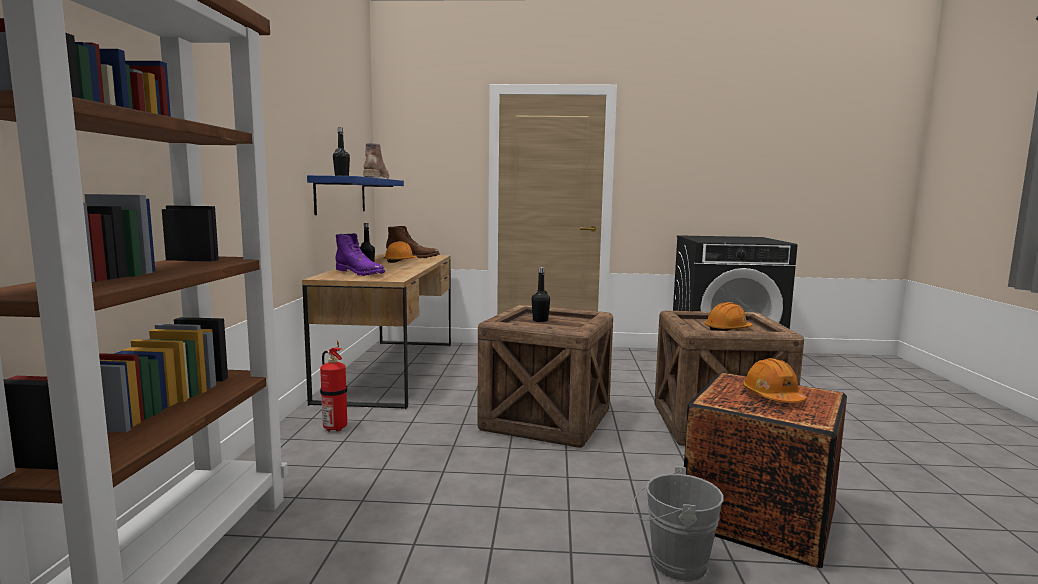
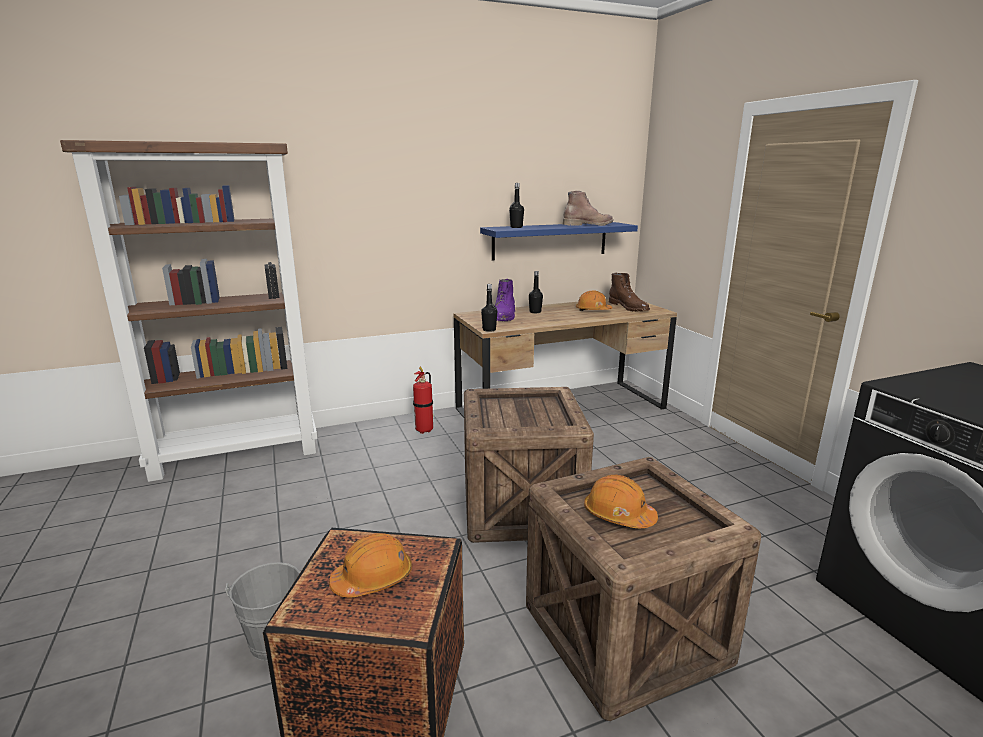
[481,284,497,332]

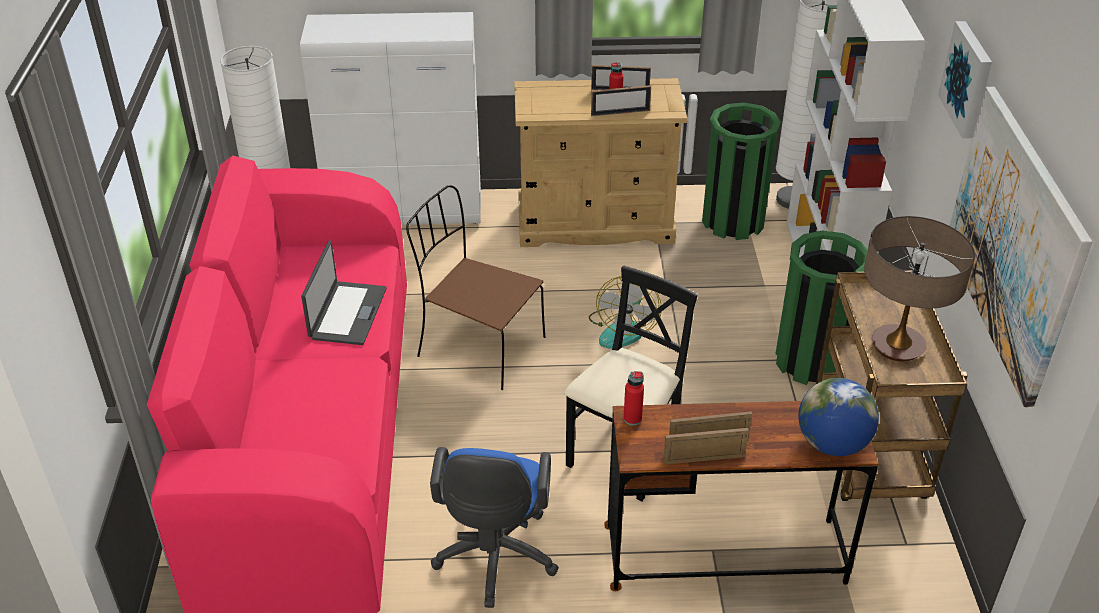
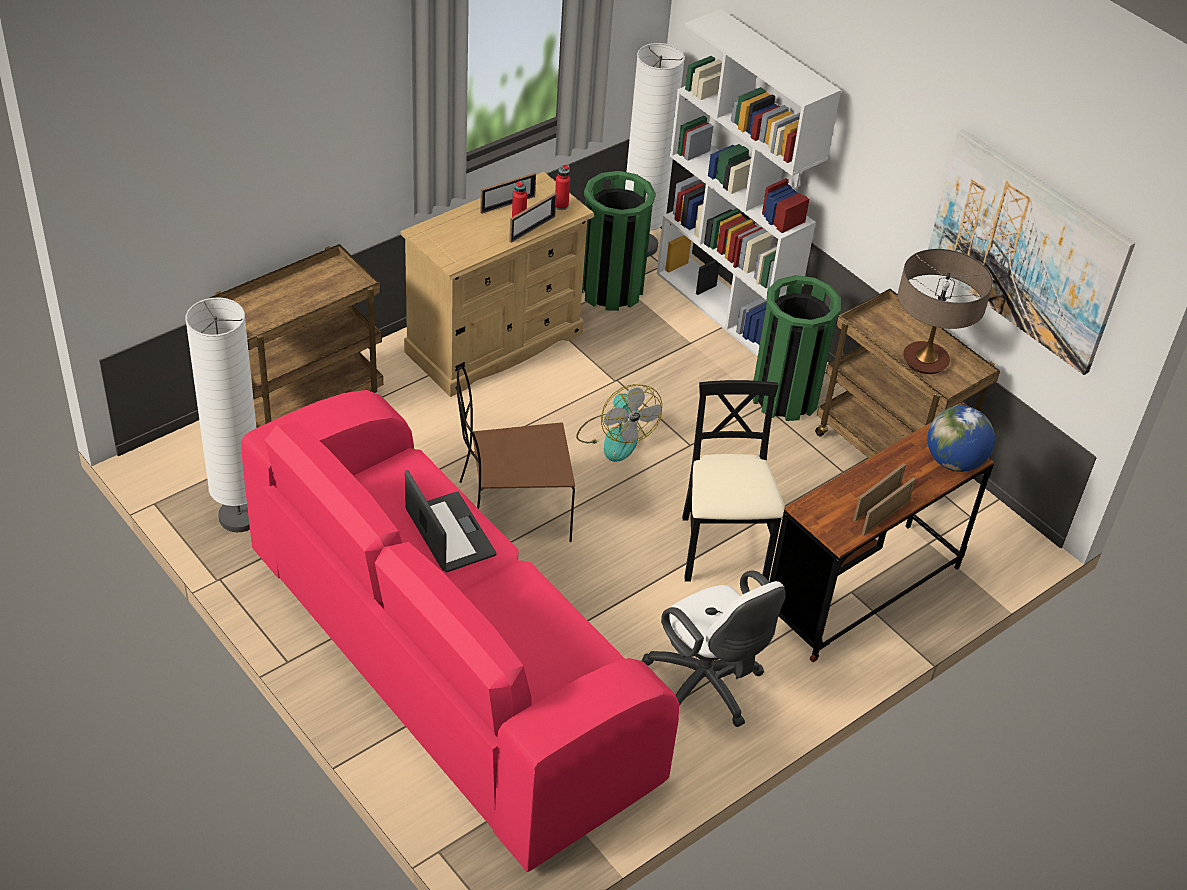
[210,244,383,428]
[555,164,570,210]
[642,571,786,727]
[938,21,992,138] (first image)

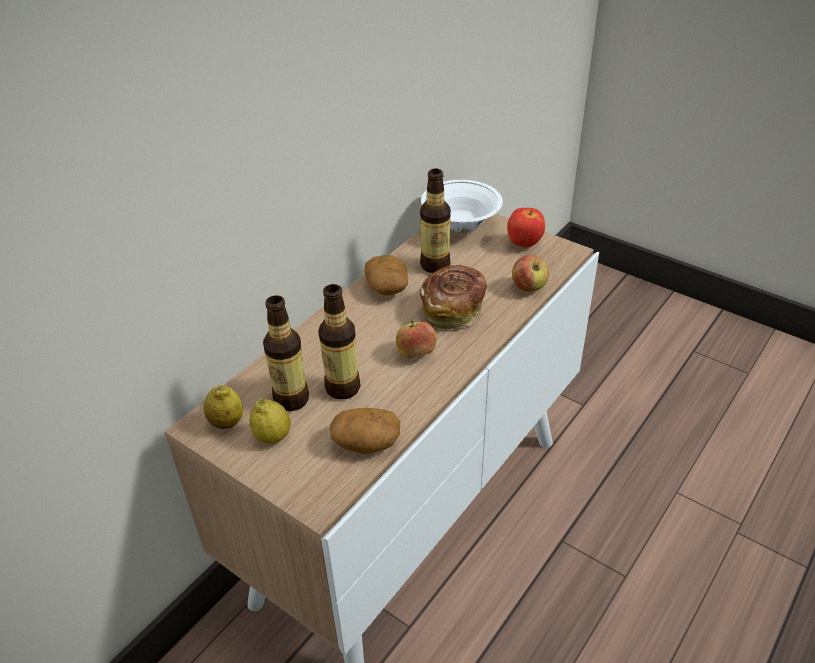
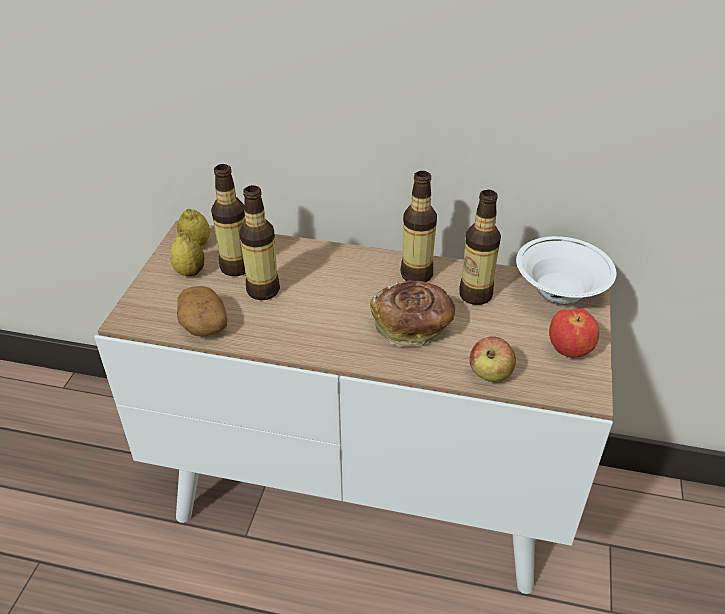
[400,171,437,282]
[396,320,437,358] (first image)

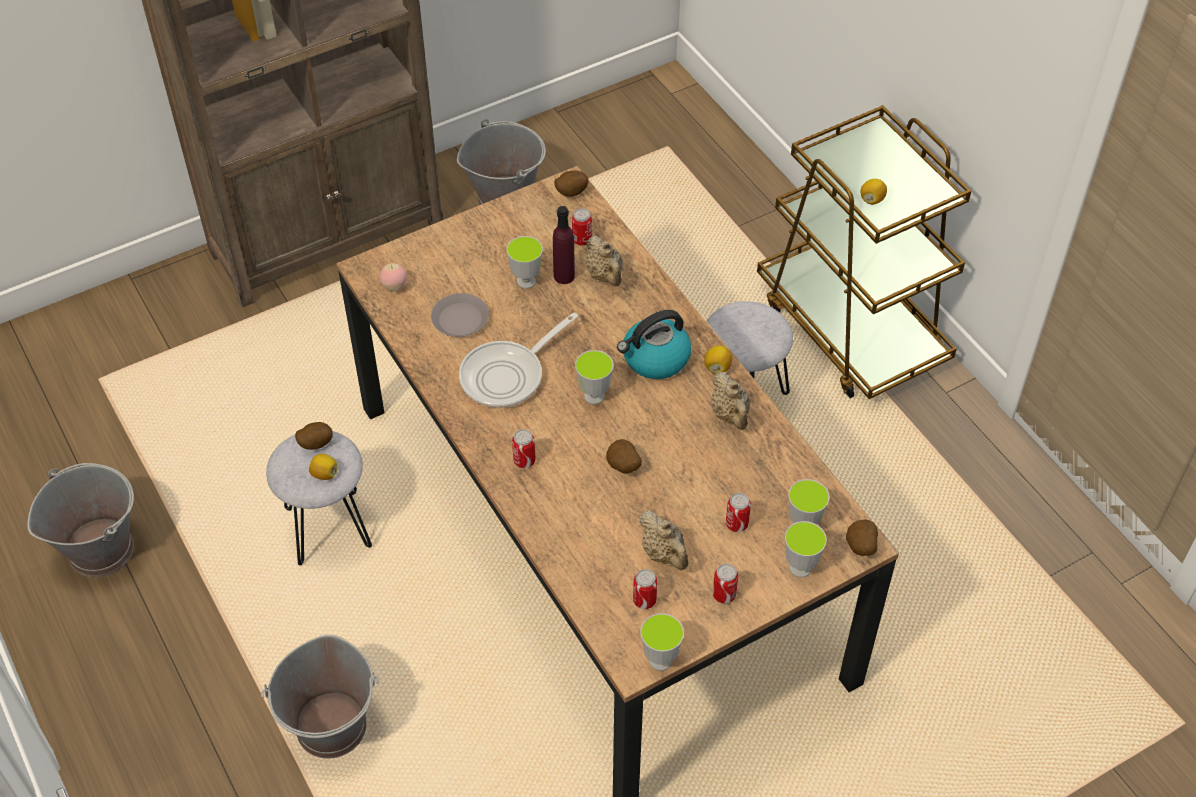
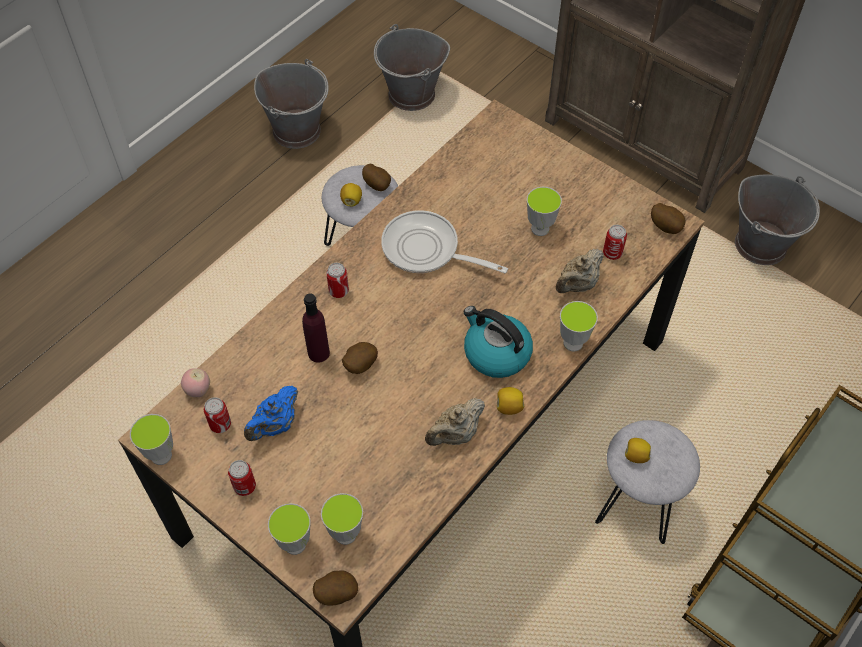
[181,368,210,397]
[244,386,298,441]
[302,294,330,363]
[374,24,450,111]
[560,301,598,352]
[625,438,651,463]
[431,293,489,337] (first image)
[726,493,751,532] (first image)

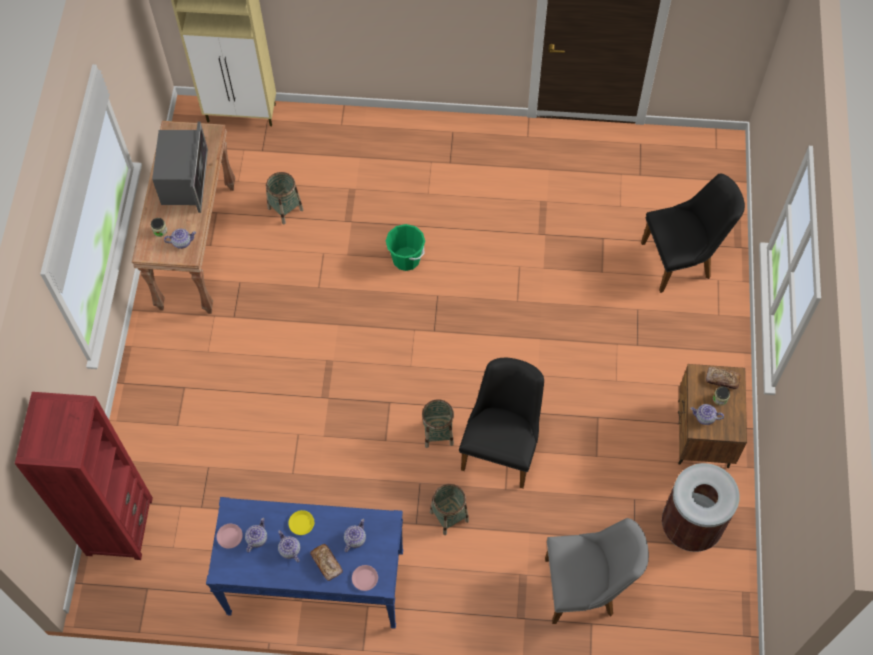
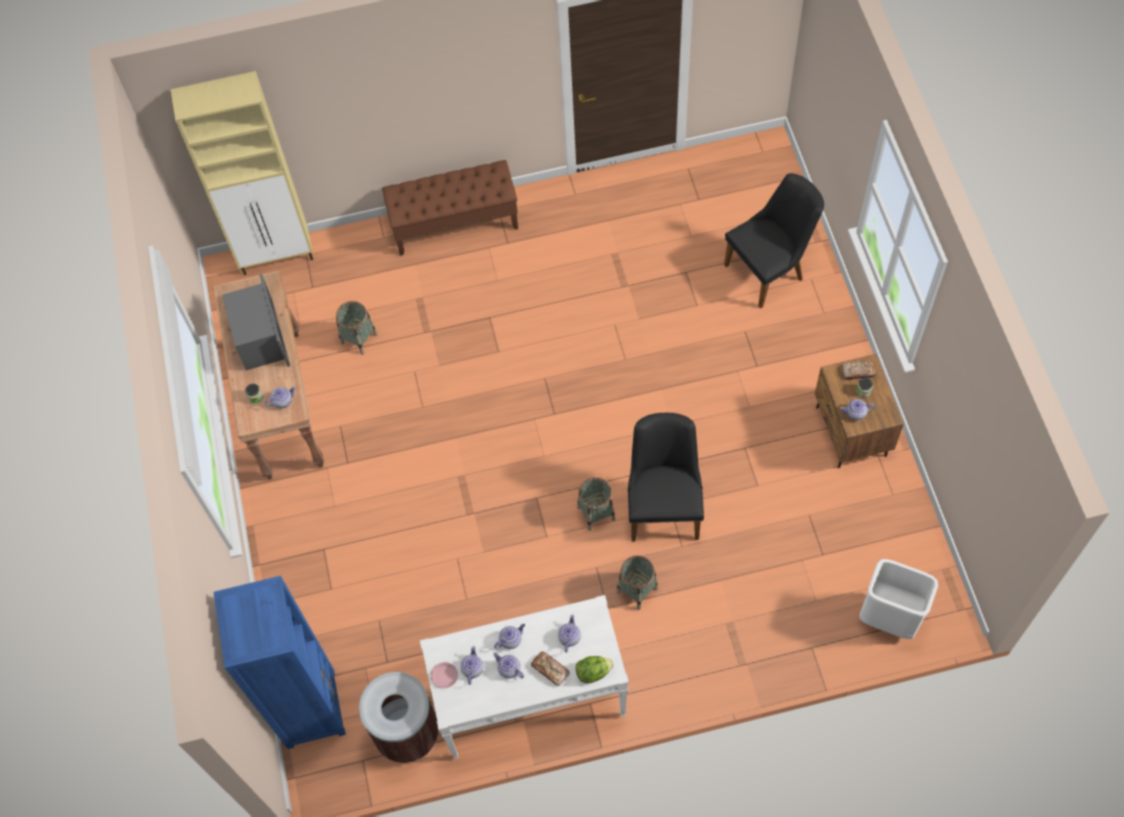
[213,576,346,749]
[359,672,439,763]
[382,160,518,256]
[420,595,629,759]
[494,624,525,649]
[576,656,614,683]
[859,559,938,639]
[386,224,425,271] (first image)
[545,518,649,624] (first image)

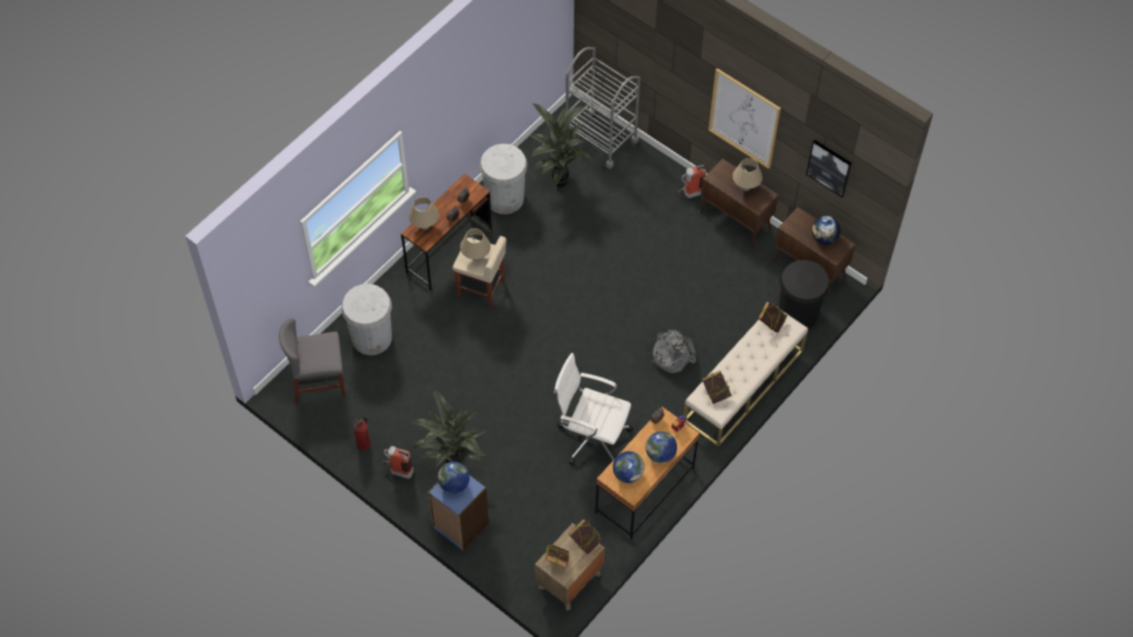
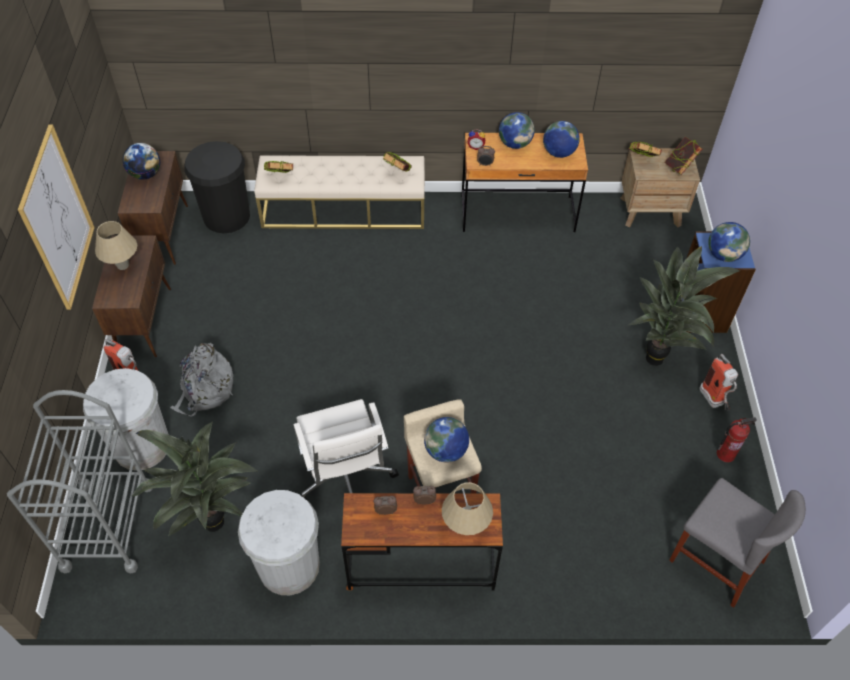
[83,368,169,471]
[170,343,233,417]
[293,399,399,500]
[424,417,469,463]
[806,140,852,197] (first image)

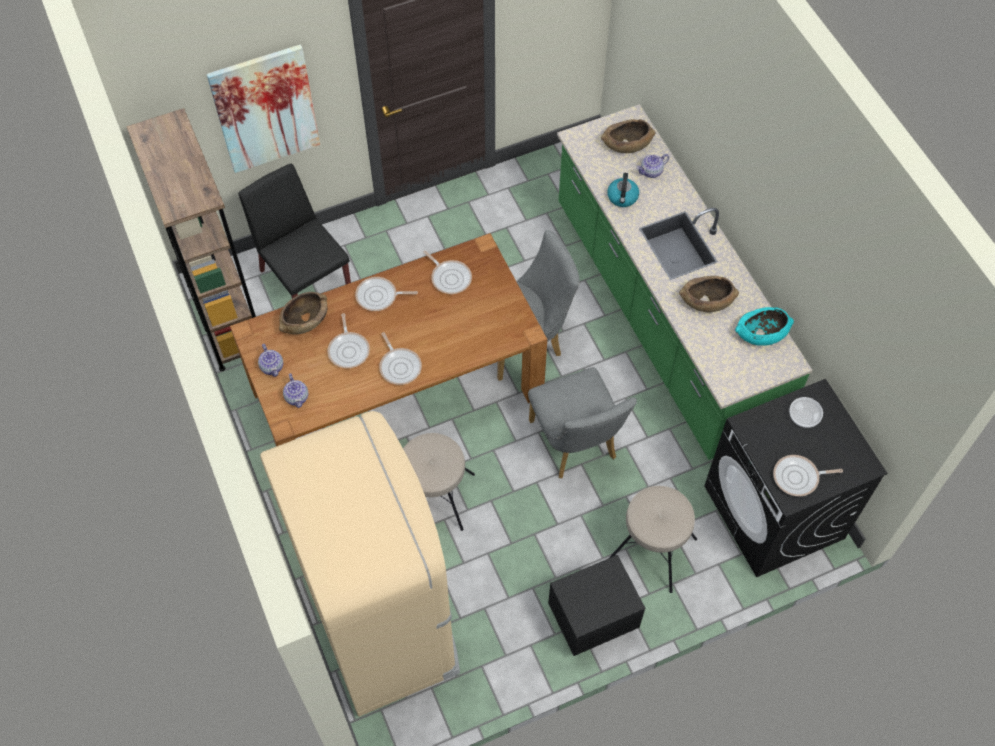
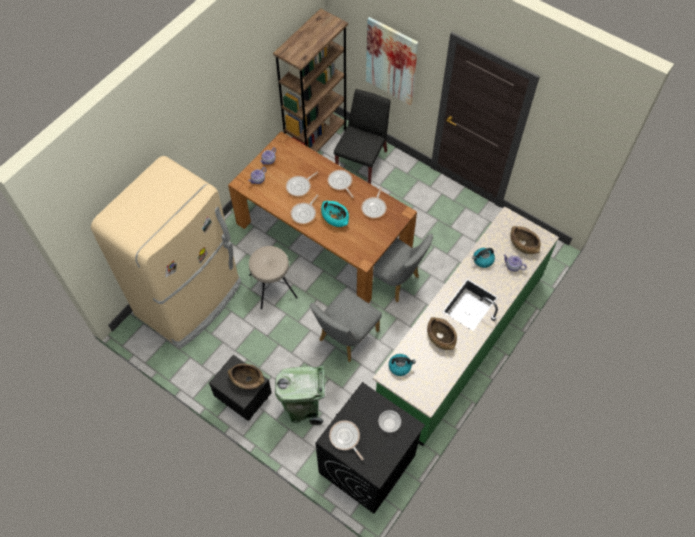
[228,364,265,390]
[275,365,325,425]
[321,201,349,227]
[389,354,416,376]

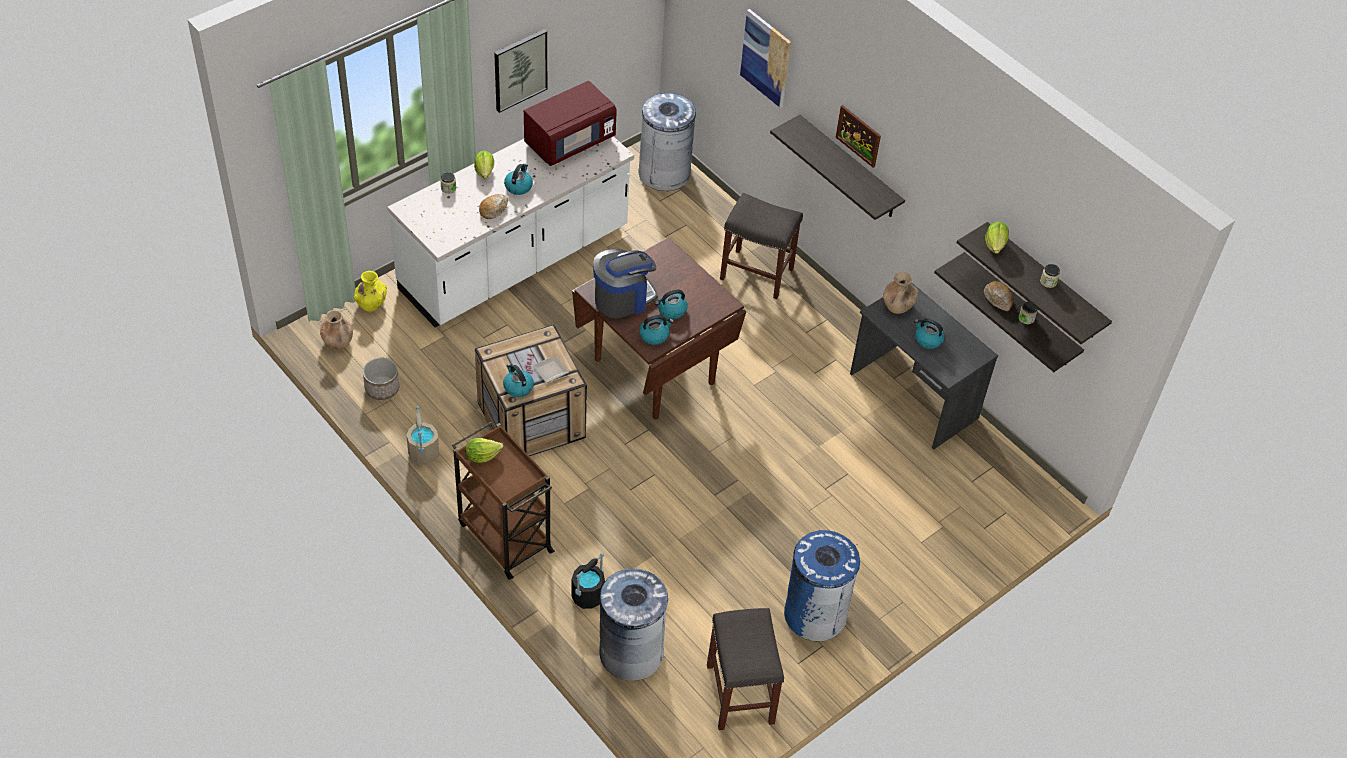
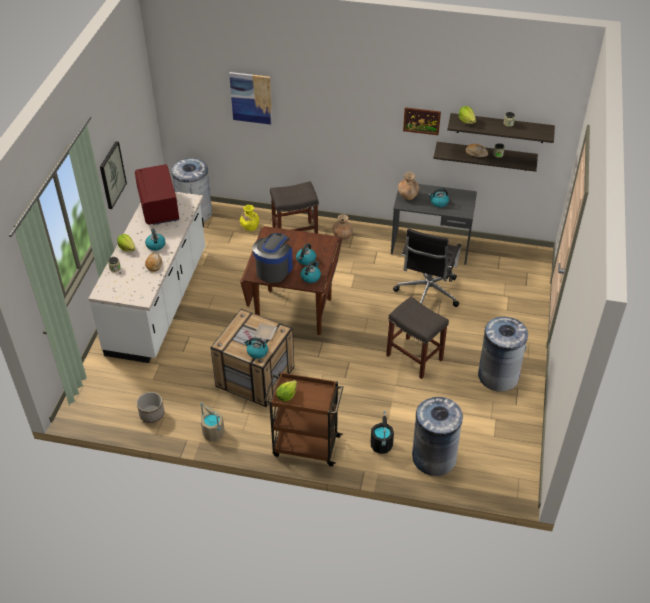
[135,164,179,225]
[240,205,259,231]
[332,214,353,240]
[386,297,449,379]
[393,229,462,307]
[403,107,441,135]
[478,317,528,392]
[770,115,905,220] (first image)

